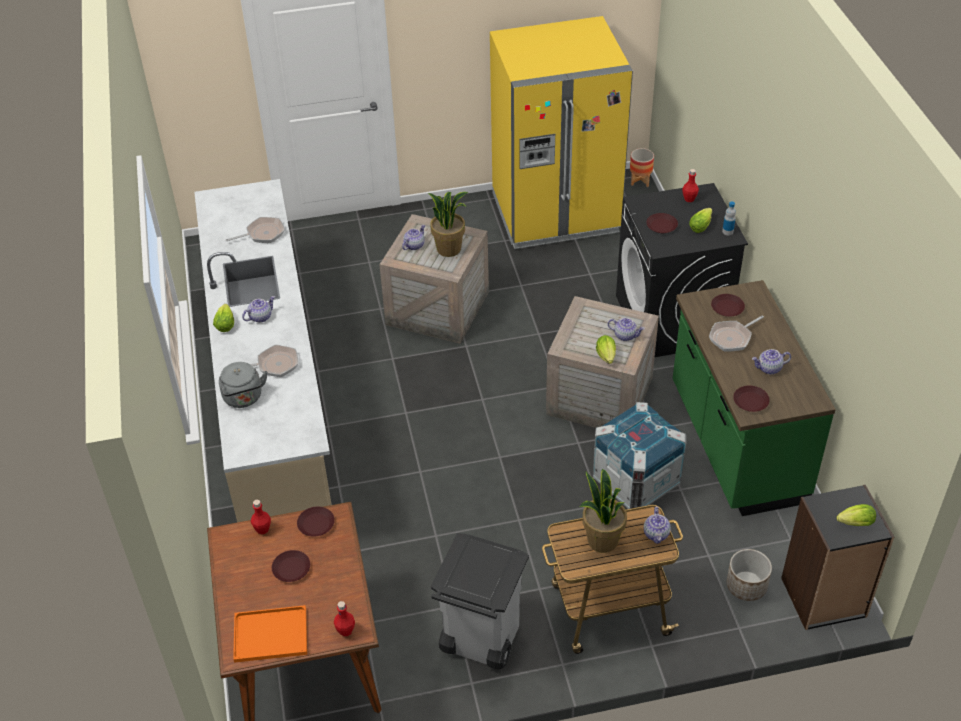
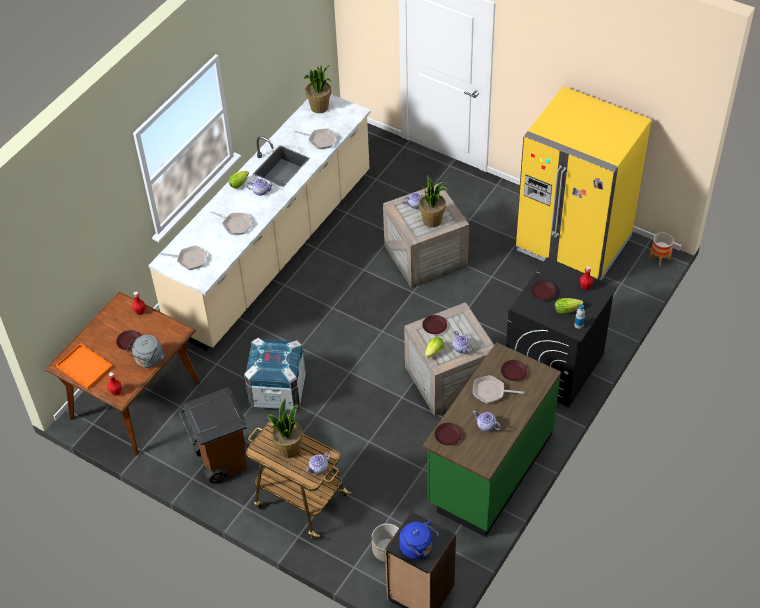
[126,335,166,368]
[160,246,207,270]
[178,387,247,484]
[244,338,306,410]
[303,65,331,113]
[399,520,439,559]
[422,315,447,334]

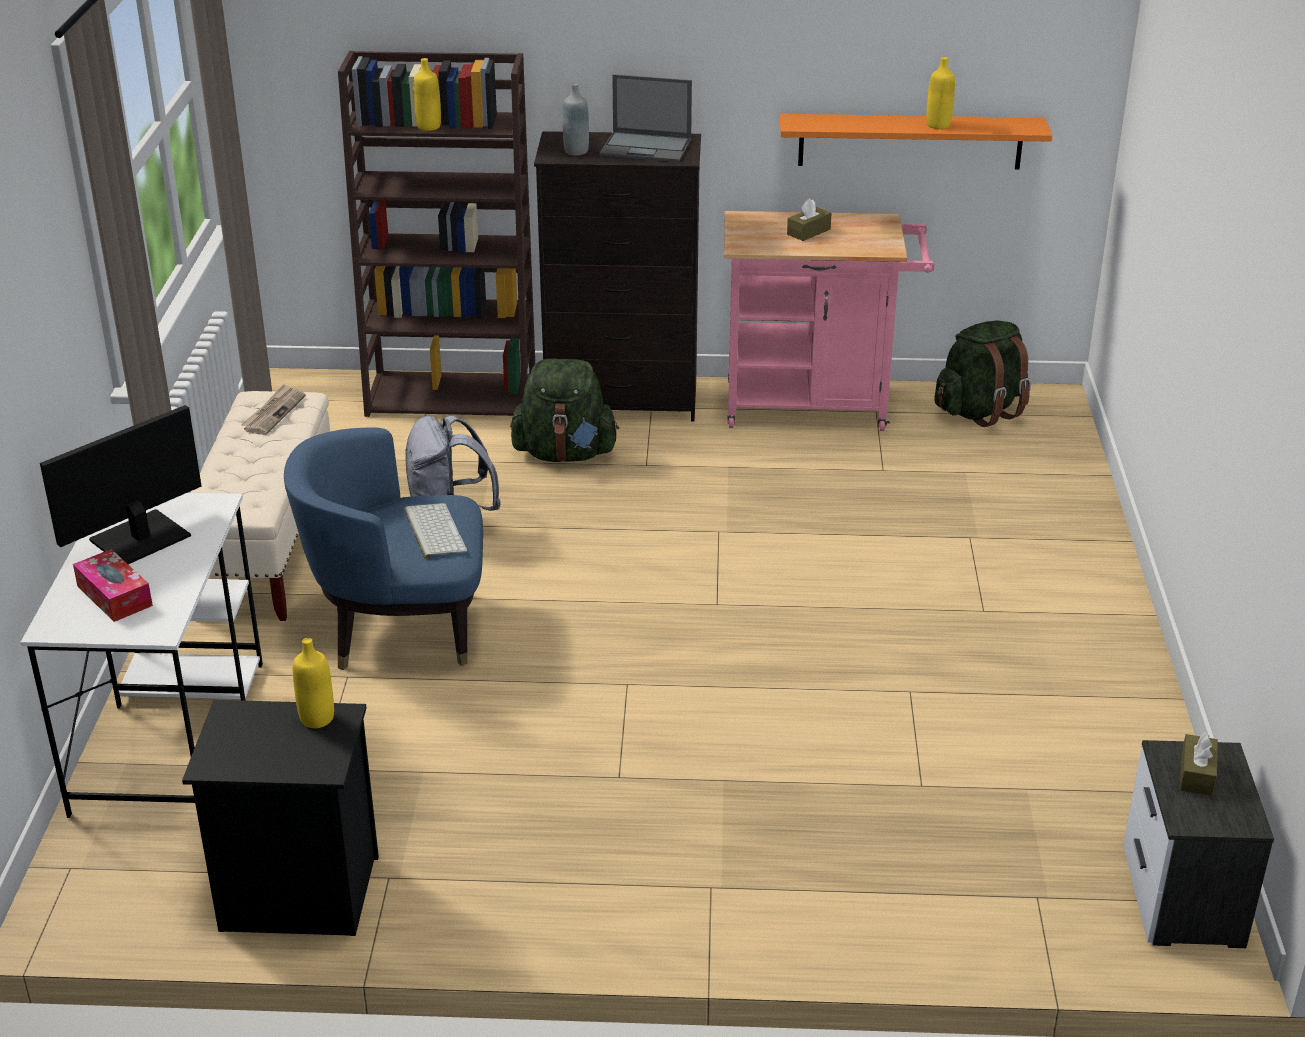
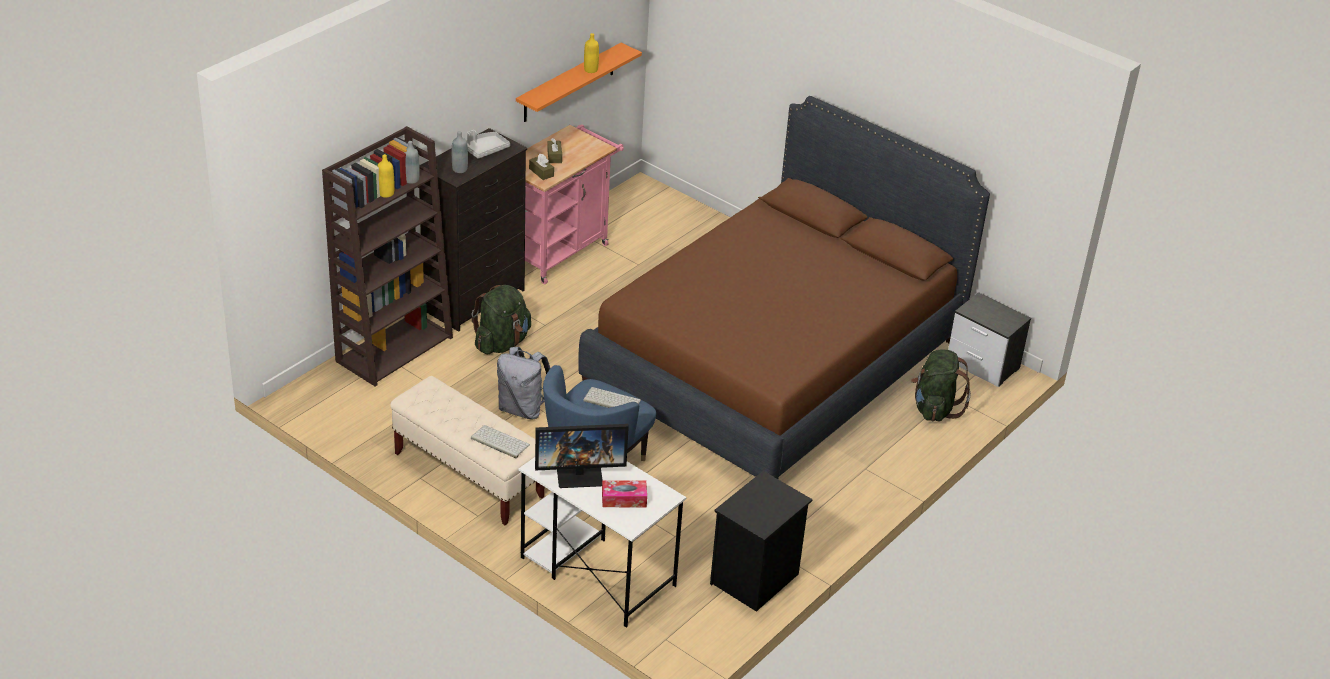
[404,141,420,184]
[465,130,510,159]
[471,425,530,458]
[529,154,554,180]
[535,424,629,488]
[578,96,990,479]
[911,349,971,421]
[241,384,306,435] (first image)
[293,638,334,728] (first image)

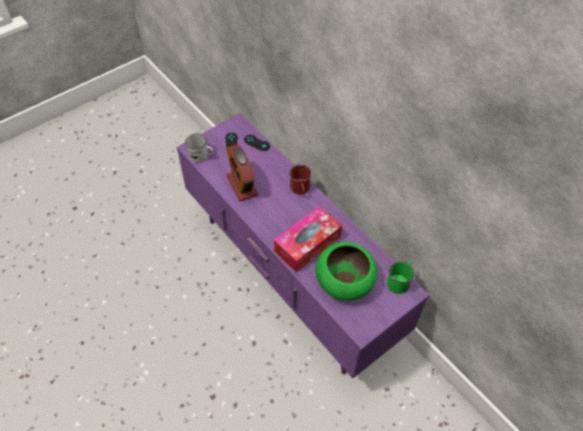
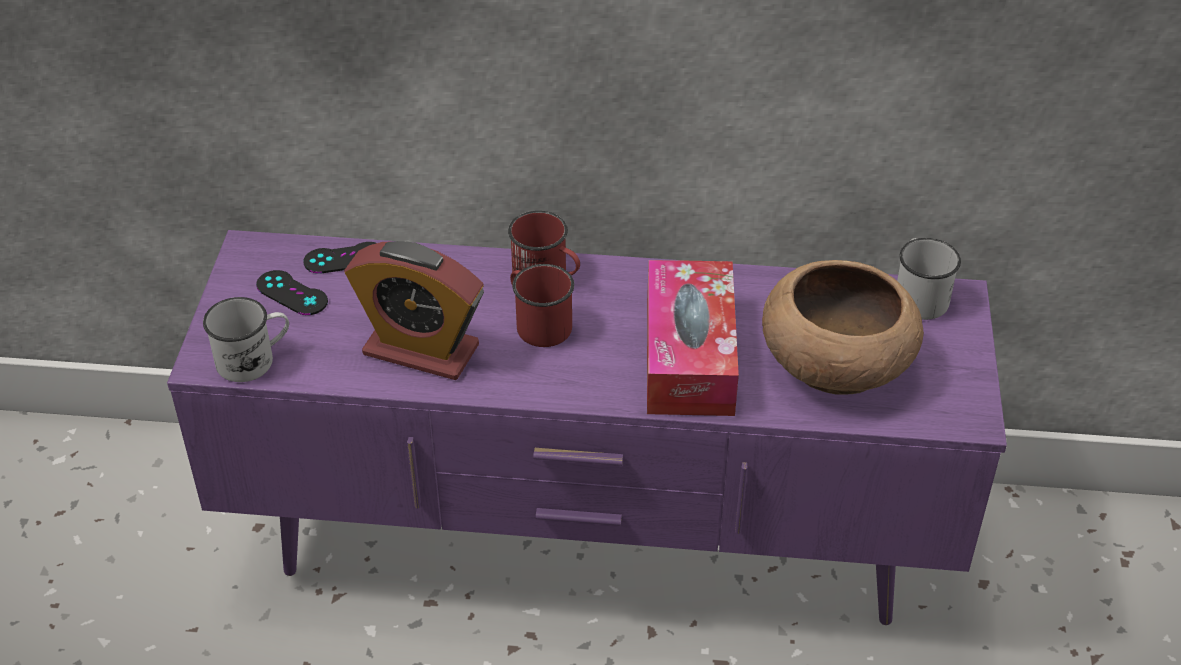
[510,264,574,347]
[762,260,924,395]
[897,238,961,320]

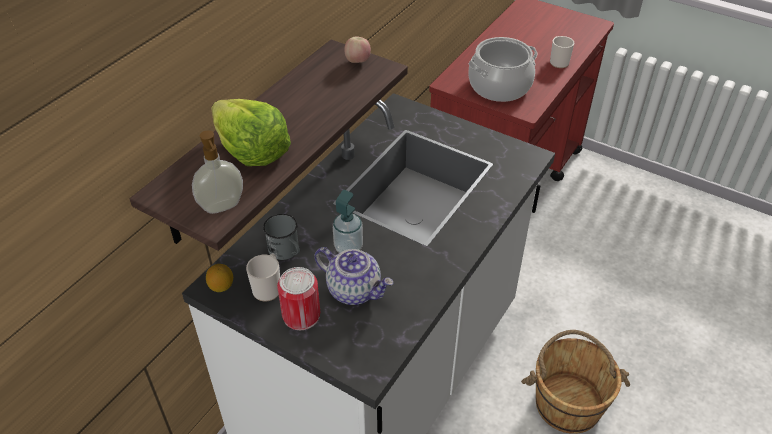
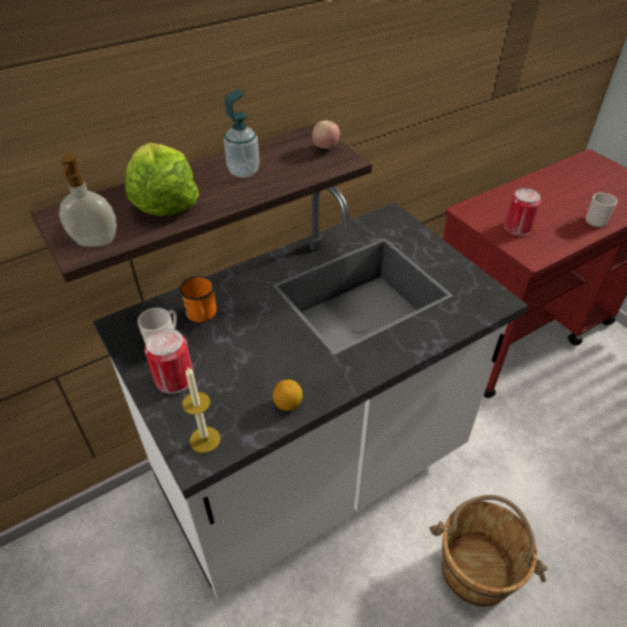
[179,276,217,322]
[182,367,220,453]
[224,89,259,178]
[273,379,303,411]
[504,188,541,236]
[314,247,393,305] (first image)

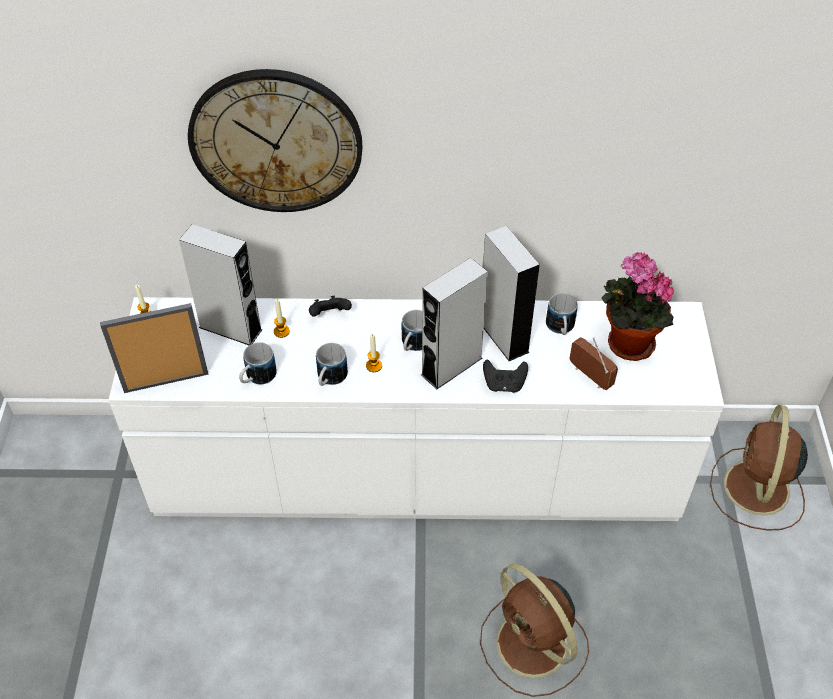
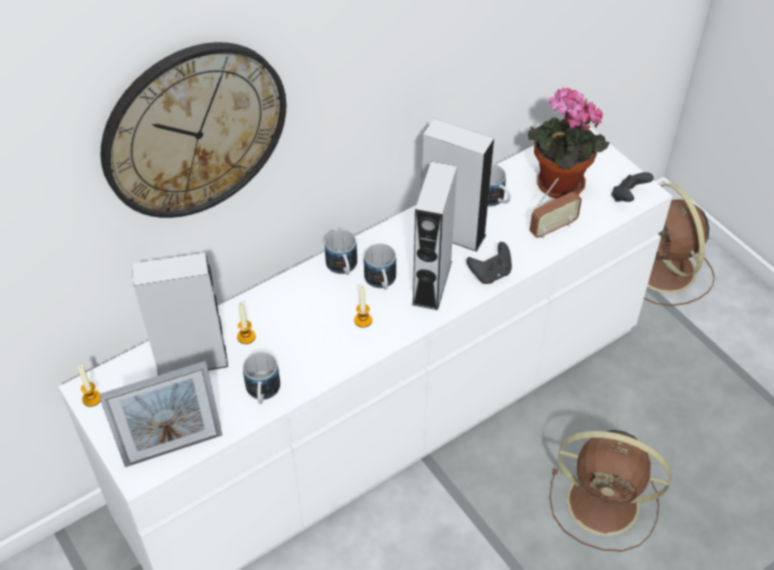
[99,361,222,467]
[325,230,357,275]
[530,178,582,238]
[611,172,654,202]

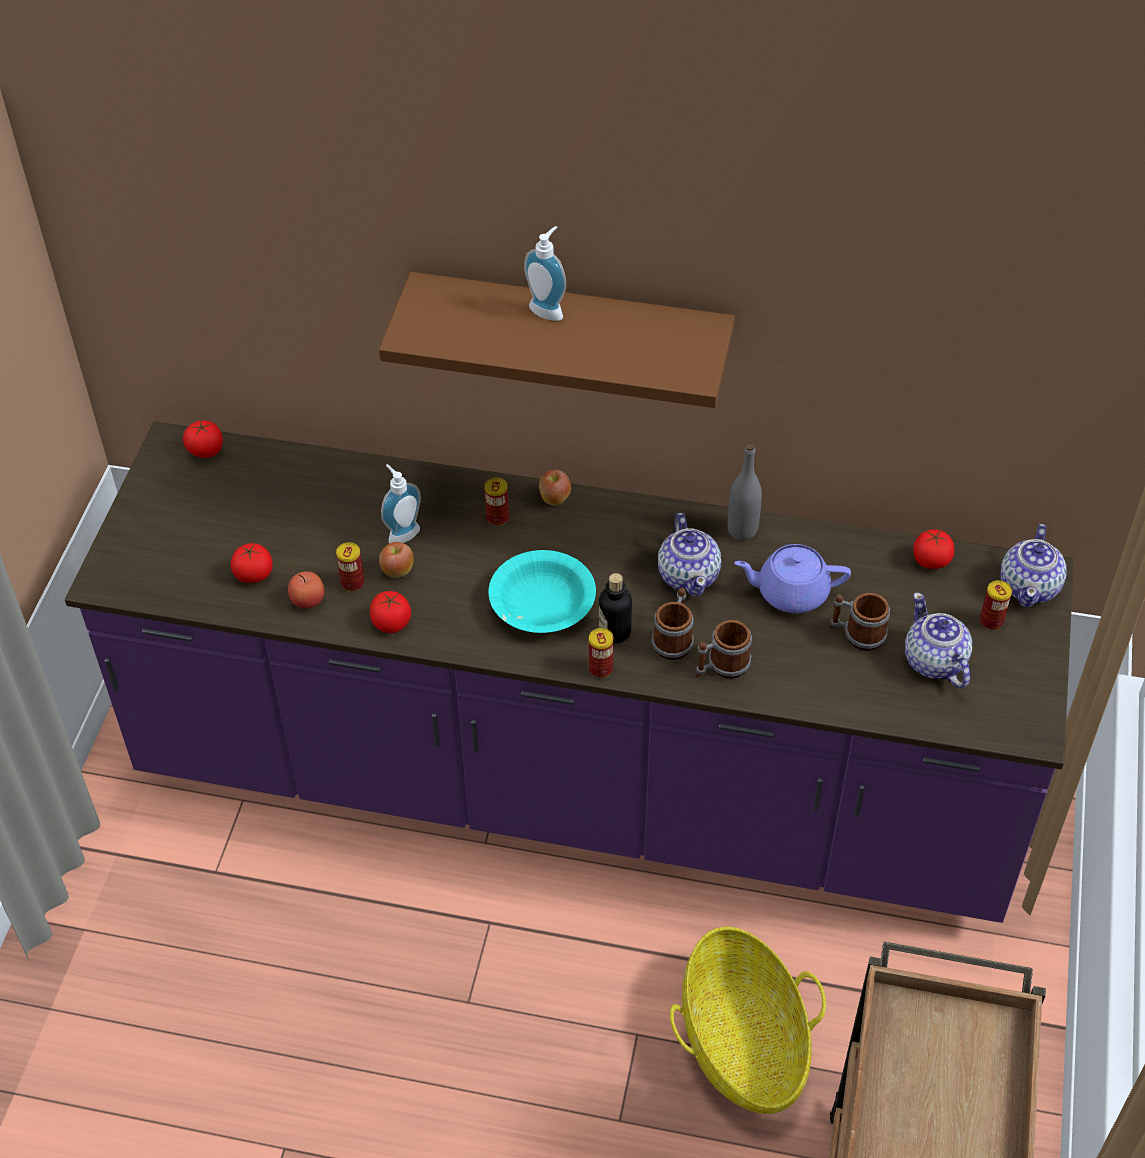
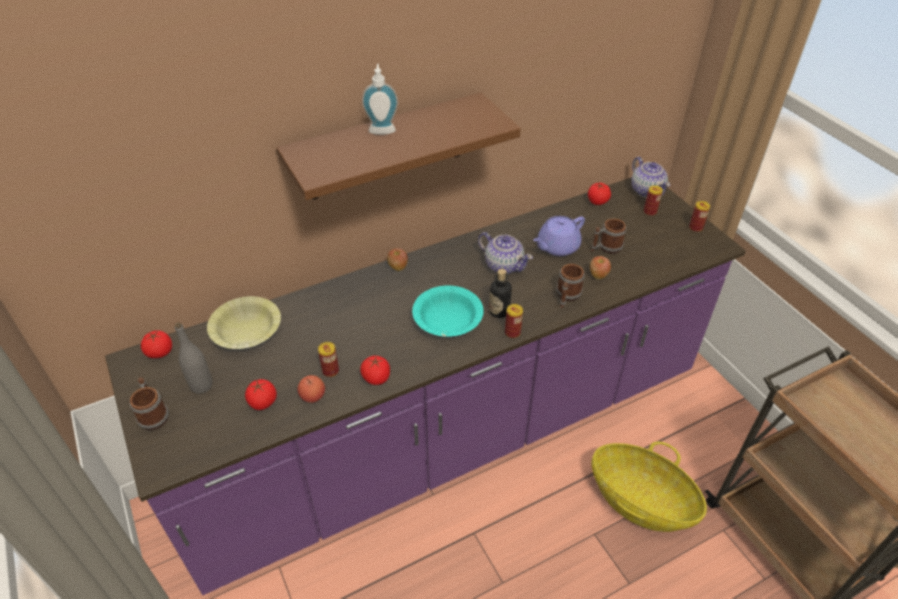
[129,377,169,430]
[175,322,212,394]
[207,296,281,349]
[590,256,611,279]
[689,201,710,232]
[381,464,421,544] (first image)
[905,592,972,688] (first image)

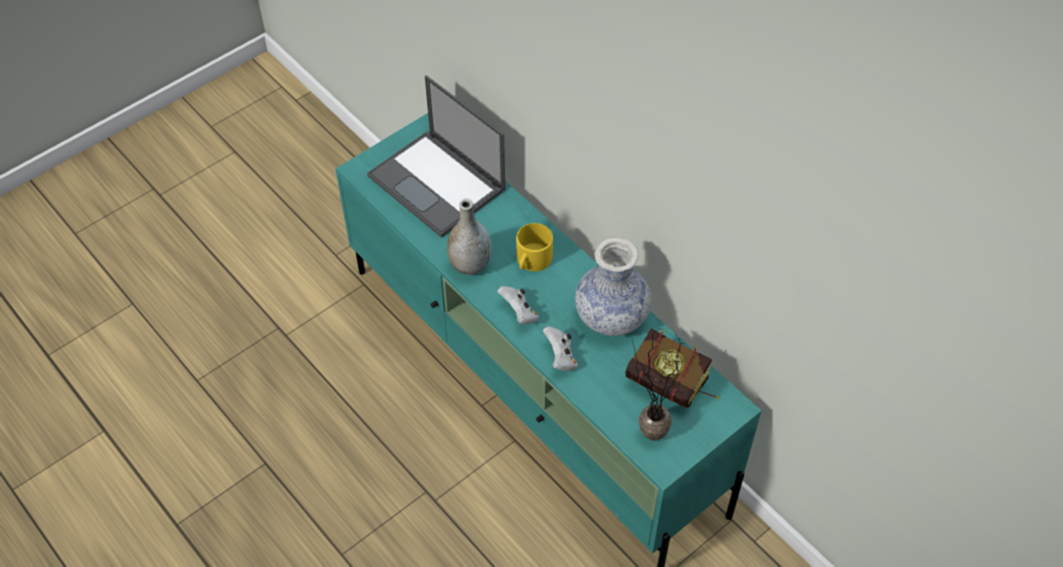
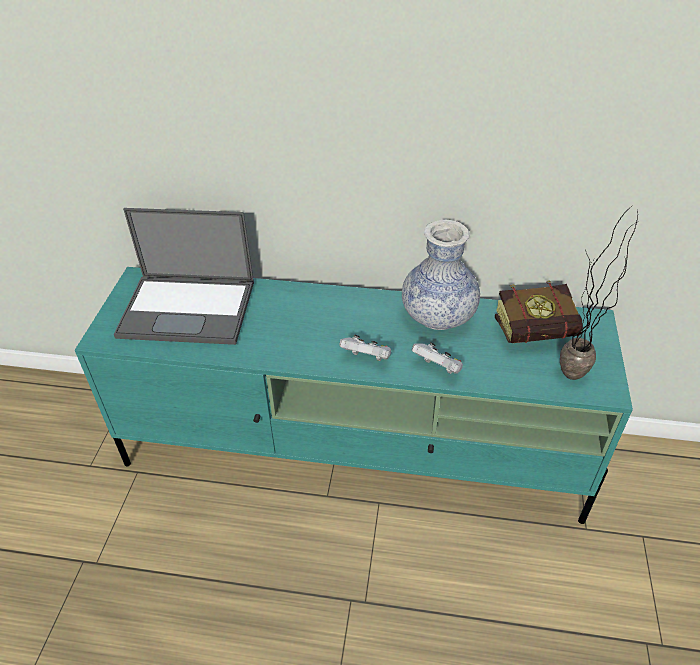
[447,199,492,275] (first image)
[516,223,553,271] (first image)

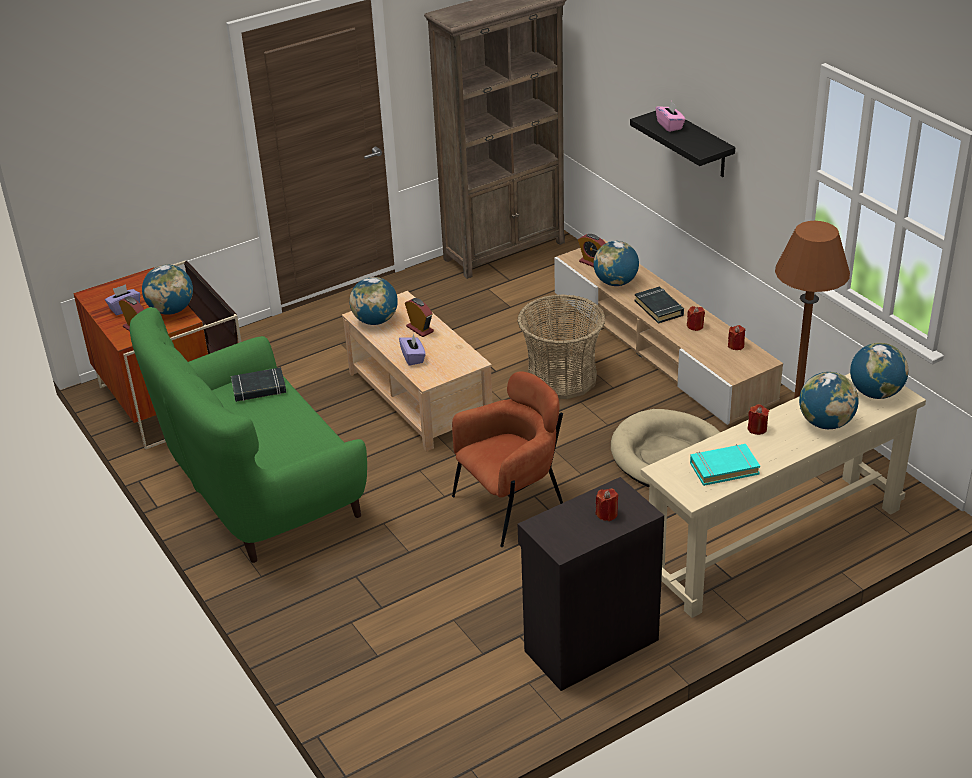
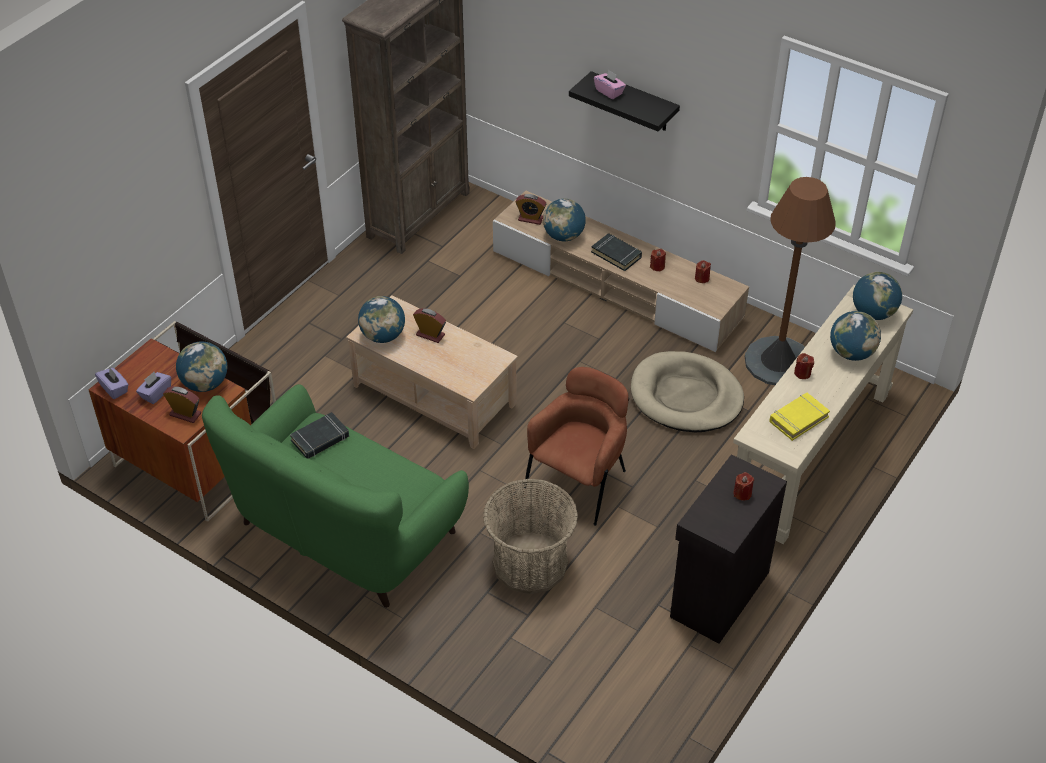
[95,368,129,399]
[483,479,578,594]
[769,393,830,441]

